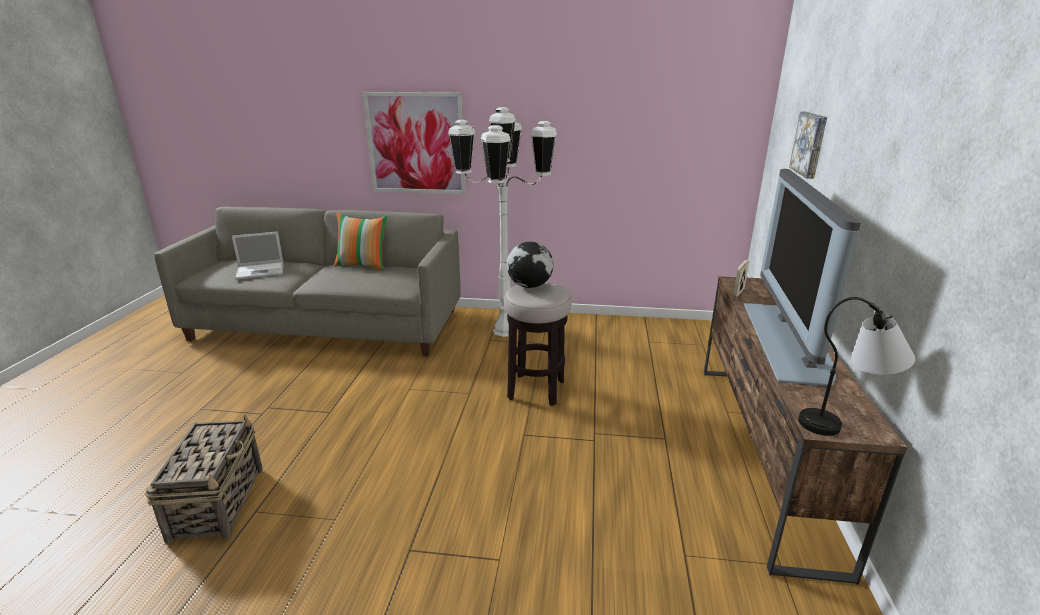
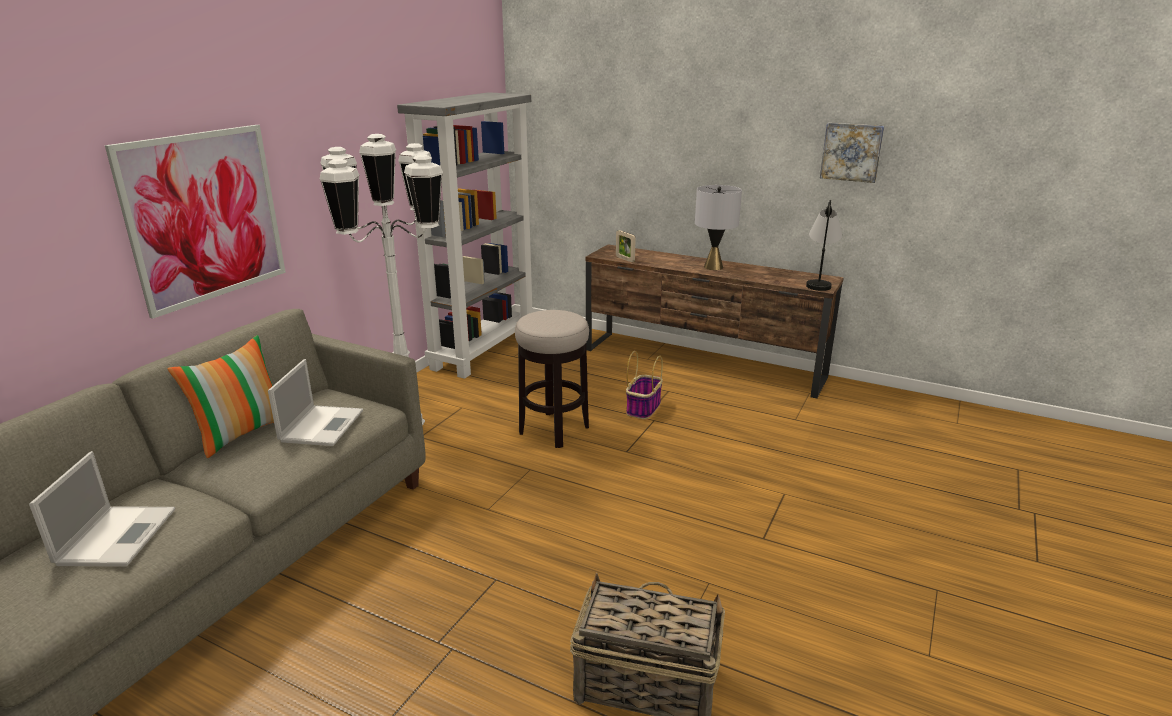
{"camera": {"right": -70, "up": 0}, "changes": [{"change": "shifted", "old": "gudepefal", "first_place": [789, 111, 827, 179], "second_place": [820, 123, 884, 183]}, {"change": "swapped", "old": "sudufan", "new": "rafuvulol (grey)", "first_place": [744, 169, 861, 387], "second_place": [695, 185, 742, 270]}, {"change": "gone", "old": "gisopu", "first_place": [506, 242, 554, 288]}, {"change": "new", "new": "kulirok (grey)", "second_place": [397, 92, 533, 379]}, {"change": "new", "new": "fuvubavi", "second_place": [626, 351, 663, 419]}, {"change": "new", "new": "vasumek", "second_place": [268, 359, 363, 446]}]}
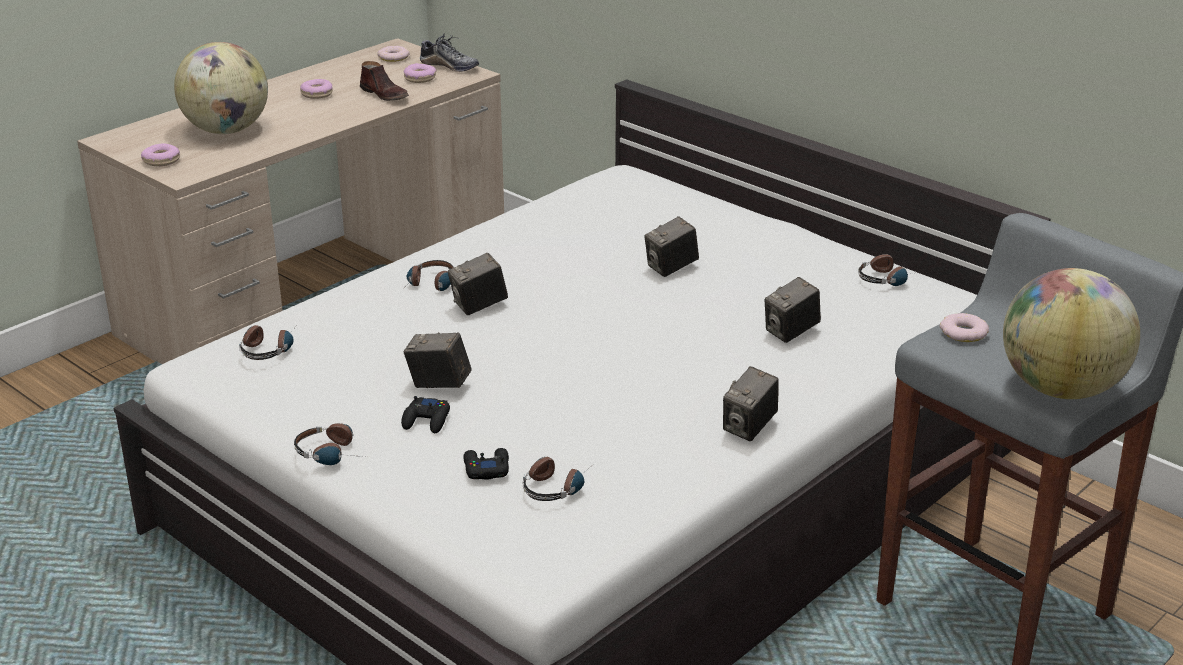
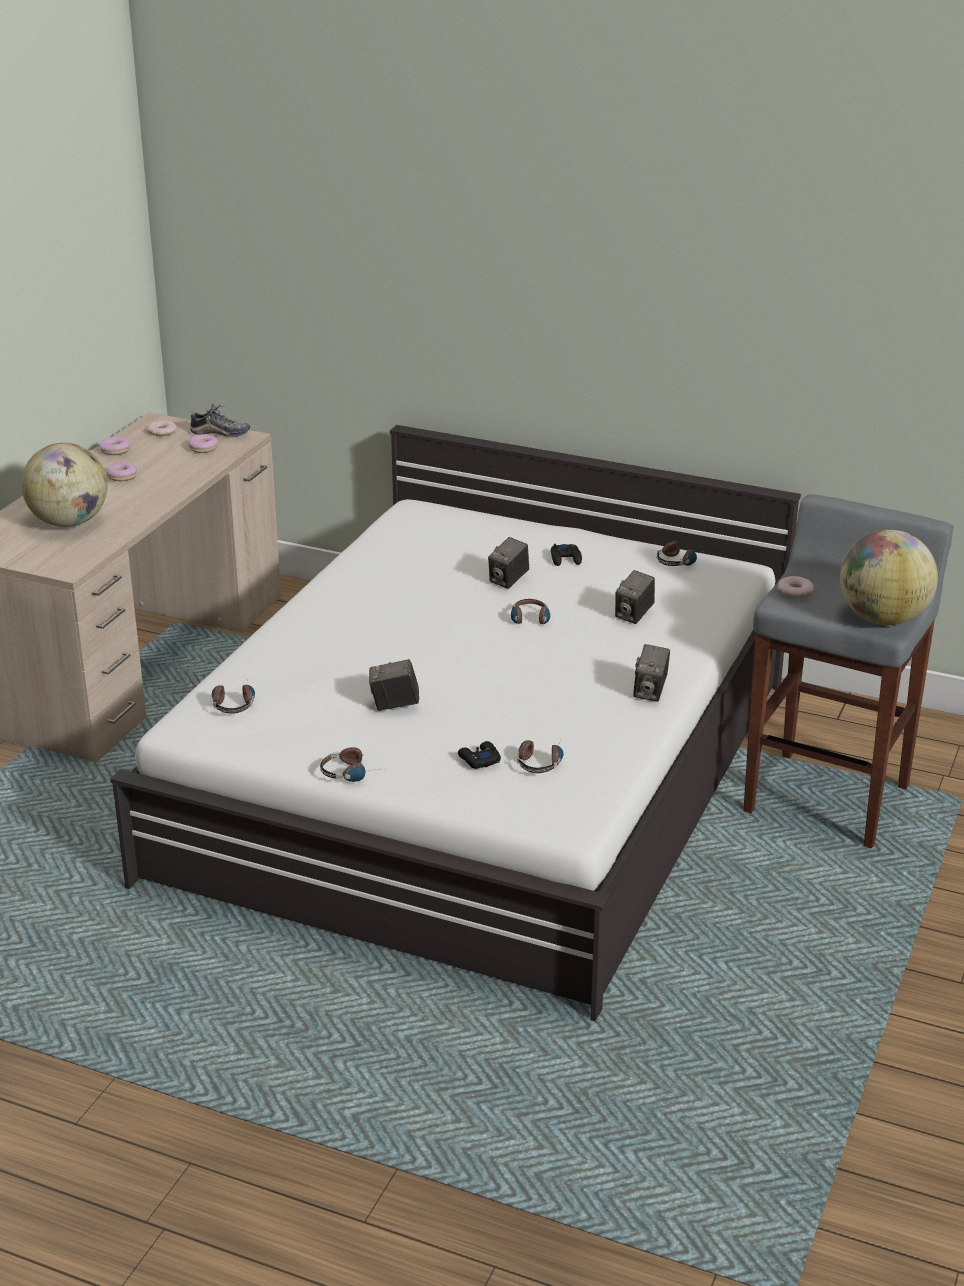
{"camera": {"right": -20, "up": 0}, "changes": [{"change": "gone", "old": "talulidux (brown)", "first_place": [360, 61, 409, 101]}, {"change": "shifted", "old": "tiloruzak", "first_place": [141, 143, 180, 166], "second_place": [99, 437, 130, 455]}, {"change": "gone", "old": "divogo", "first_place": [448, 253, 508, 315]}, {"change": "shifted", "old": "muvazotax", "first_place": [402, 260, 454, 291], "second_place": [511, 599, 550, 626]}, {"change": "shifted", "old": "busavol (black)", "first_place": [401, 396, 450, 433], "second_place": [551, 544, 582, 566]}]}
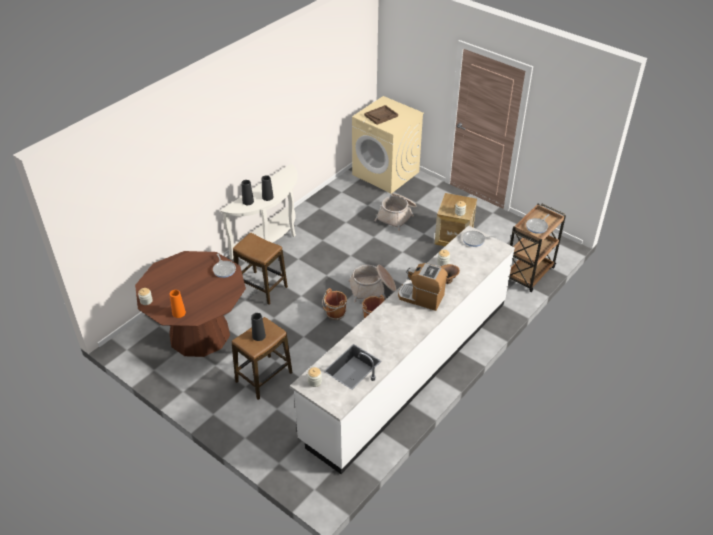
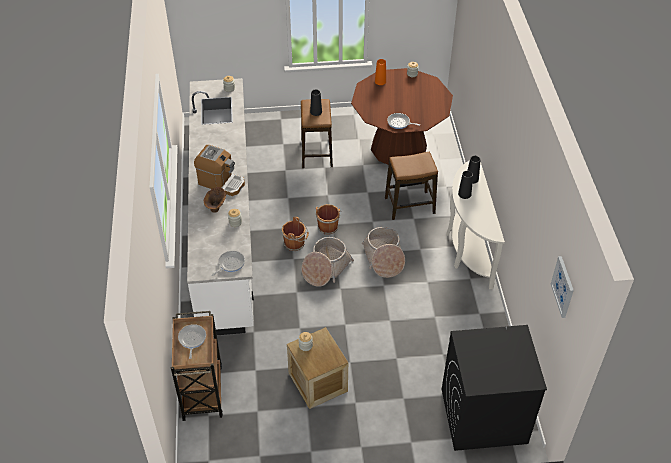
{"camera": {"right": 135, "up": 5}, "changes": [{"change": "repainted", "old": "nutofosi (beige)", "new": "nutofosi (black)", "first_place": [352, 96, 424, 194], "second_place": [442, 325, 547, 451]}, {"change": "gone", "old": "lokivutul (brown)", "first_place": [364, 105, 398, 125]}, {"change": "shifted", "old": "fuvubavi", "first_place": [375, 193, 416, 231], "second_place": [362, 227, 405, 278]}, {"change": "rotated", "old": "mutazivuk", "first_place": [398, 263, 448, 311], "second_place": [194, 145, 245, 196], "degrees": 45}, {"change": "new", "new": "gudepefal", "second_place": [551, 256, 574, 318]}]}
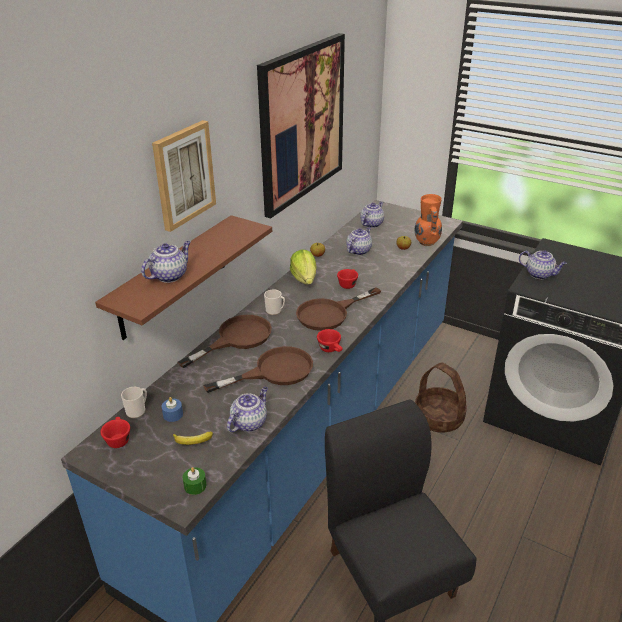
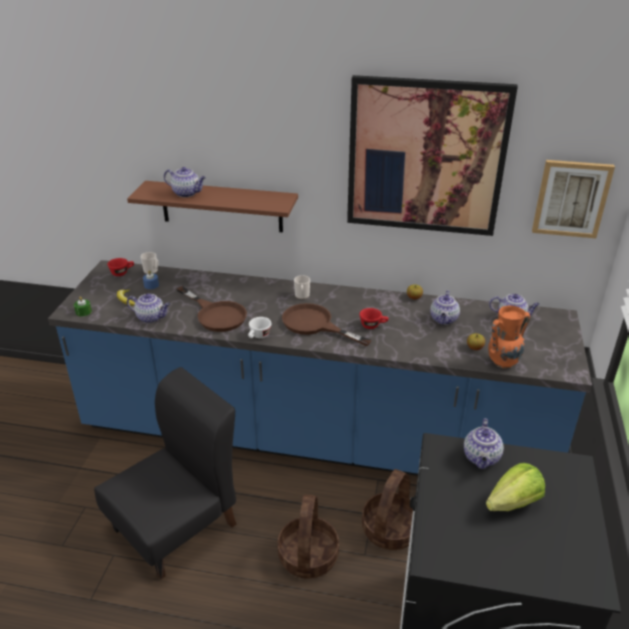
{"camera": {"right": 70, "up": 0}, "changes": [{"change": "shifted", "old": "gudepefal", "first_place": [152, 120, 216, 232], "second_place": [532, 160, 615, 238]}, {"change": "rotated", "old": "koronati", "first_place": [346, 227, 372, 255], "second_place": [430, 291, 460, 325], "degrees": 90}, {"change": "shifted", "old": "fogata", "first_place": [290, 249, 317, 284], "second_place": [486, 463, 545, 511]}, {"change": "gone", "old": "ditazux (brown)", "first_place": [178, 315, 272, 368]}, {"change": "repainted", "old": "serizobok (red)", "new": "serizobok (white)", "first_place": [317, 329, 342, 352], "second_place": [248, 317, 271, 338]}, {"change": "new", "new": "fuvubavi", "second_place": [277, 495, 339, 579]}]}
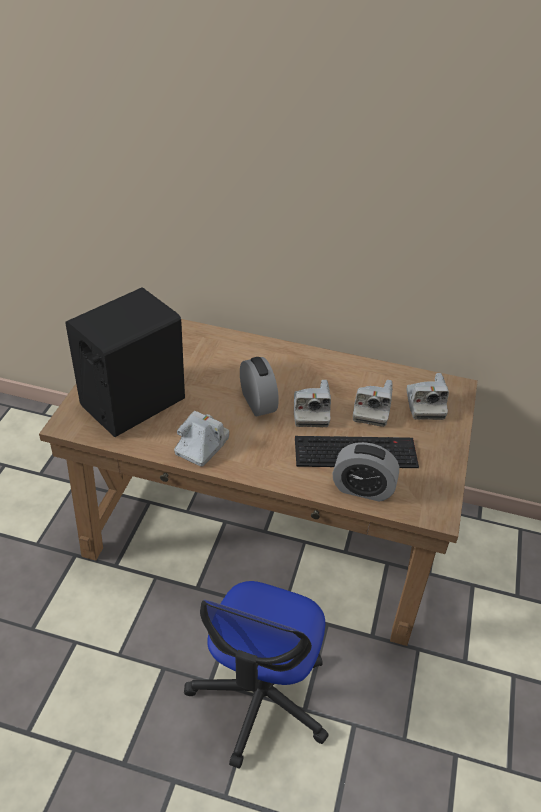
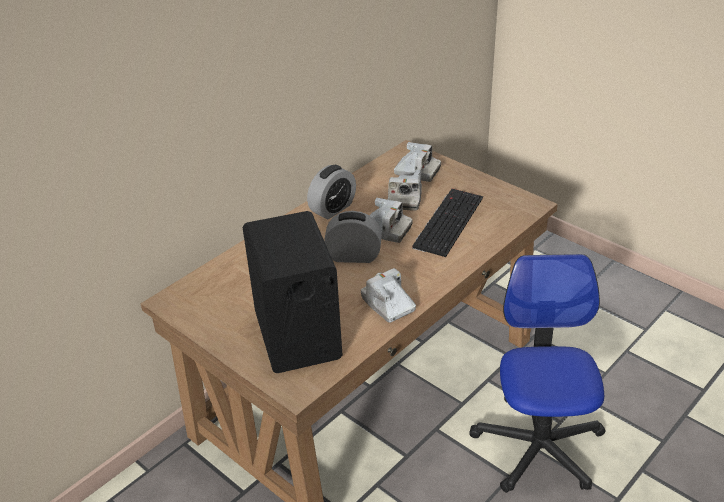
{"camera": {"right": -60, "up": -5}, "changes": [{"change": "rotated", "old": "divogo", "first_place": [353, 380, 393, 427], "second_place": [388, 170, 422, 211], "degrees": 60}, {"change": "shifted", "old": "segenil", "first_place": [333, 442, 399, 502], "second_place": [307, 165, 356, 219]}, {"change": "rotated", "old": "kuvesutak", "first_place": [184, 581, 329, 769], "second_place": [469, 254, 606, 493], "degrees": -135}]}
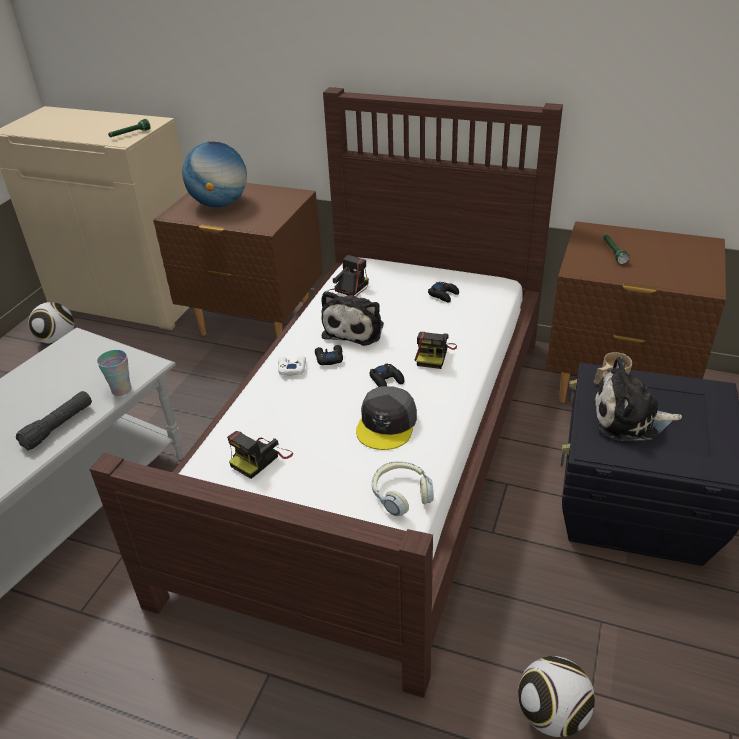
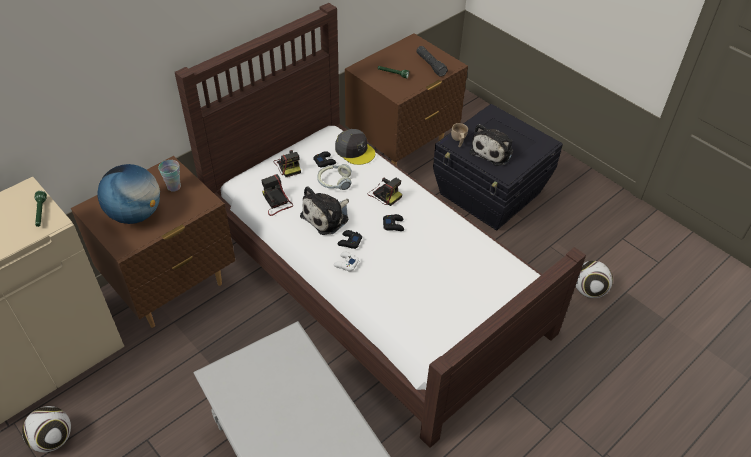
{"camera": {"right": -65, "up": 10}, "changes": [{"change": "rotated", "old": "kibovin", "first_place": [321, 291, 384, 346], "second_place": [300, 186, 349, 235], "degrees": 90}, {"change": "shifted", "old": "serizobok", "first_place": [97, 350, 132, 396], "second_place": [159, 160, 181, 192]}, {"change": "shifted", "old": "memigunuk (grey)", "first_place": [356, 386, 417, 450], "second_place": [335, 129, 375, 165]}, {"change": "shifted", "old": "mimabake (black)", "first_place": [16, 391, 92, 450], "second_place": [416, 46, 448, 77]}, {"change": "shifted", "old": "divogo", "first_place": [227, 431, 293, 479], "second_place": [274, 150, 301, 177]}, {"change": "shifted", "old": "muvazotax", "first_place": [371, 461, 434, 516], "second_place": [317, 164, 352, 190]}]}
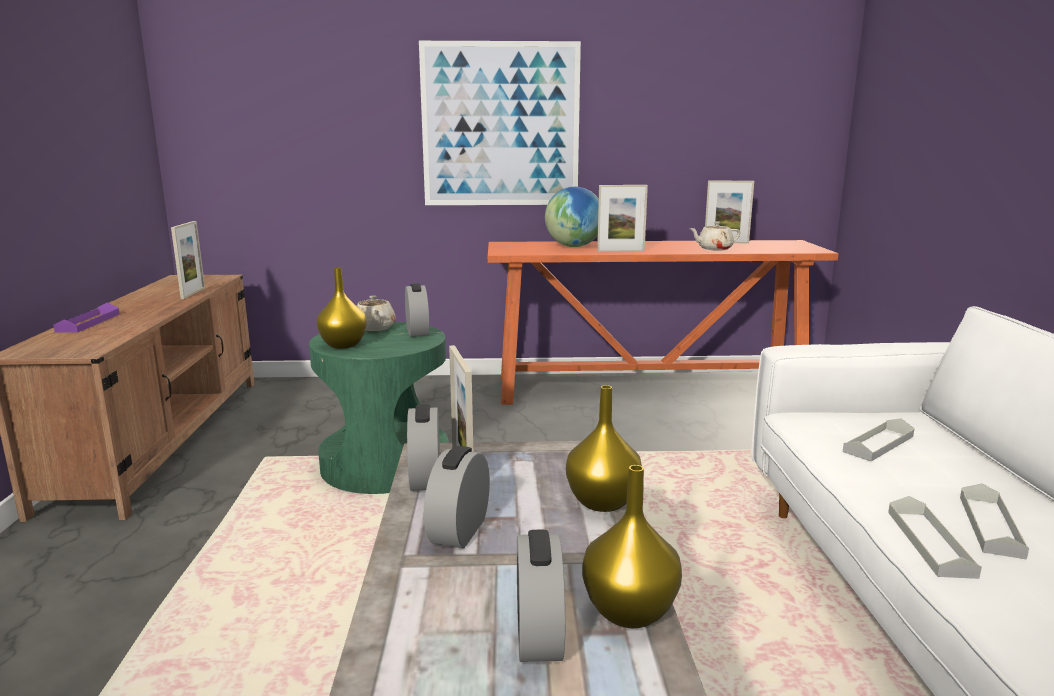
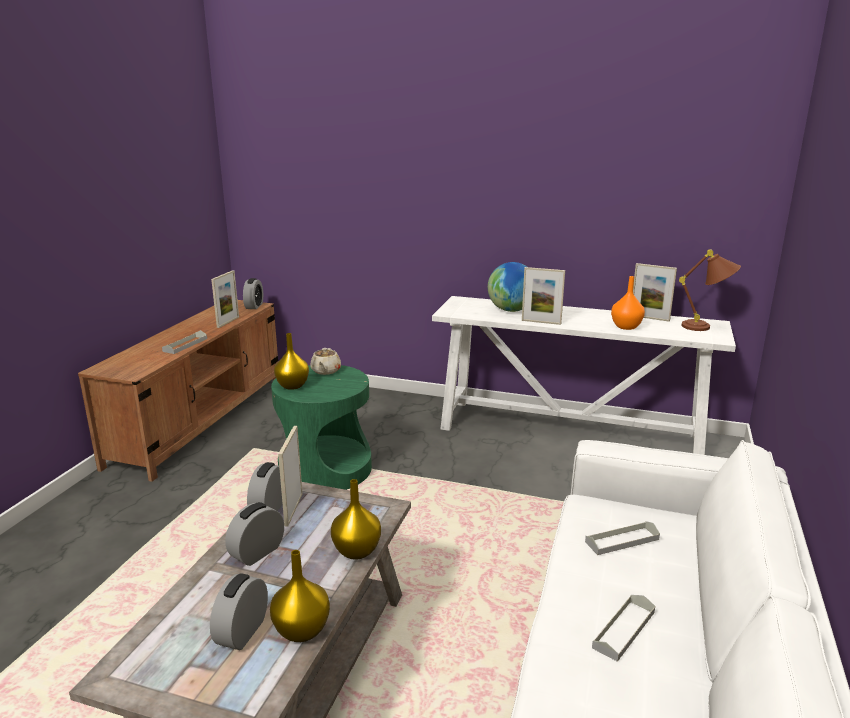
{"camera": {"right": 20, "up": 5}, "changes": [{"change": "gone", "old": "gudepefal", "first_place": [419, 41, 581, 205]}, {"change": "swapped", "old": "koronati (beige)", "new": "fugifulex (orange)", "first_place": [689, 221, 741, 251], "second_place": [611, 276, 645, 330]}, {"change": "repainted", "old": "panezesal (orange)", "new": "panezesal (white)", "first_place": [488, 240, 838, 405], "second_place": [432, 296, 736, 455]}, {"change": "shifted", "old": "segenil", "first_place": [405, 283, 429, 337], "second_place": [243, 278, 263, 309]}, {"change": "gone", "old": "lokivutul (purple)", "first_place": [53, 303, 120, 333]}, {"change": "shifted", "old": "lokivutul (grey)", "first_place": [888, 496, 982, 579], "second_place": [162, 330, 207, 354]}, {"change": "new", "new": "rafuvulol (brown)", "second_place": [679, 249, 741, 331]}]}
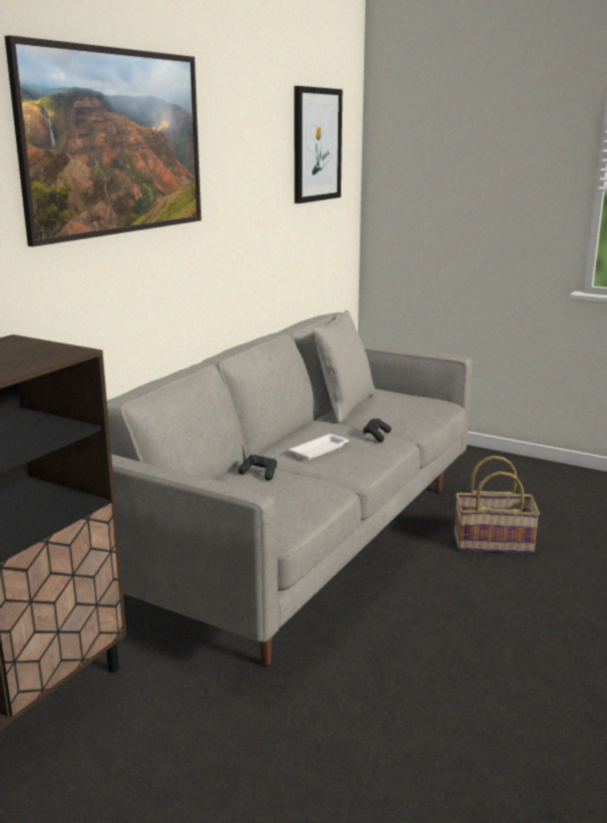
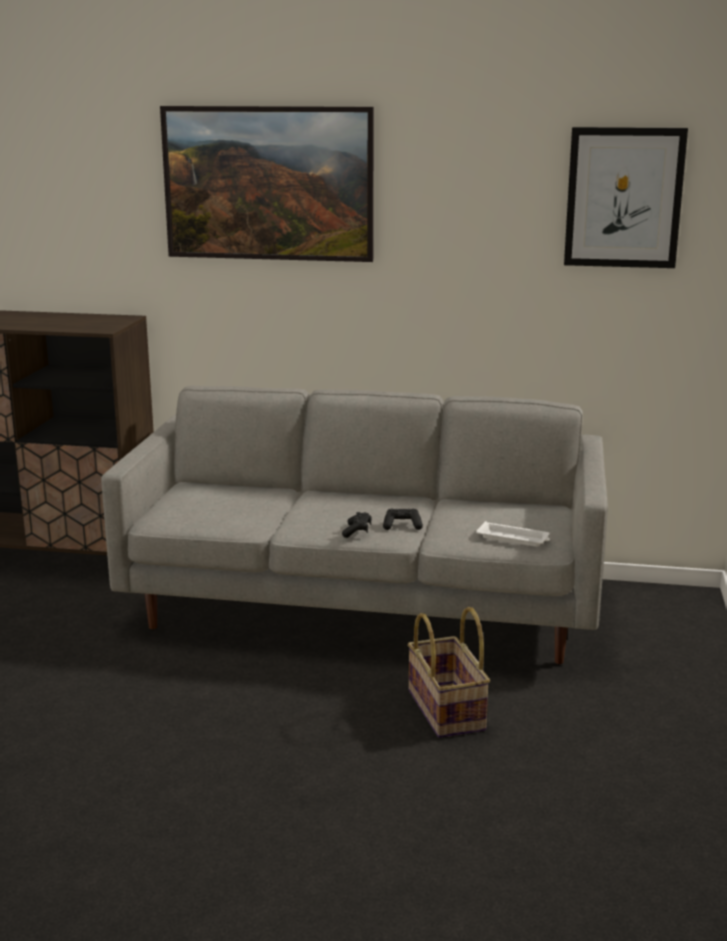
{"camera": {"right": 70, "up": 0}, "changes": [{"change": "gone", "old": "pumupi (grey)", "first_place": [313, 310, 375, 423]}, {"change": "shifted", "old": "lokivutul (white)", "first_place": [289, 434, 349, 460], "second_place": [476, 521, 550, 547]}, {"change": "shifted", "old": "busavol (black)", "first_place": [238, 455, 277, 480], "second_place": [342, 512, 372, 538]}]}
